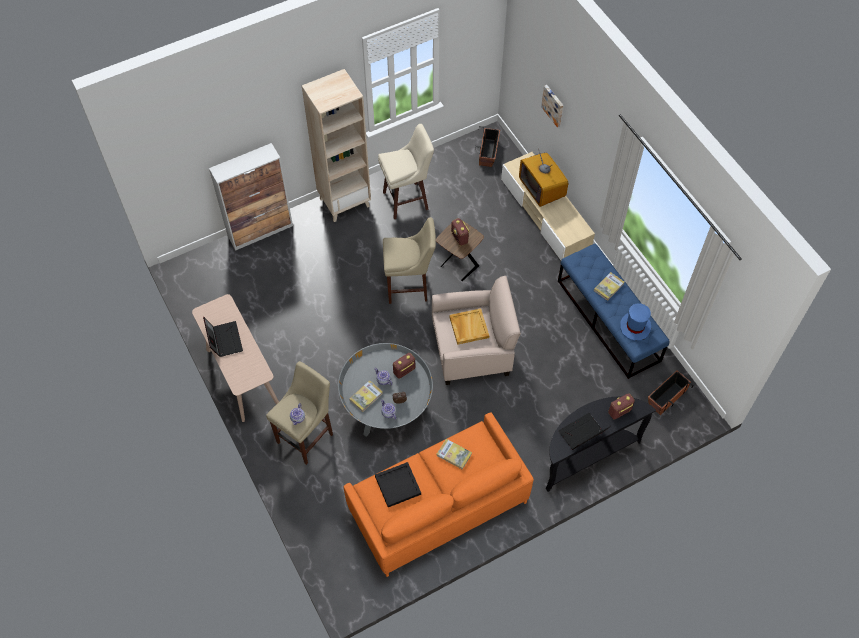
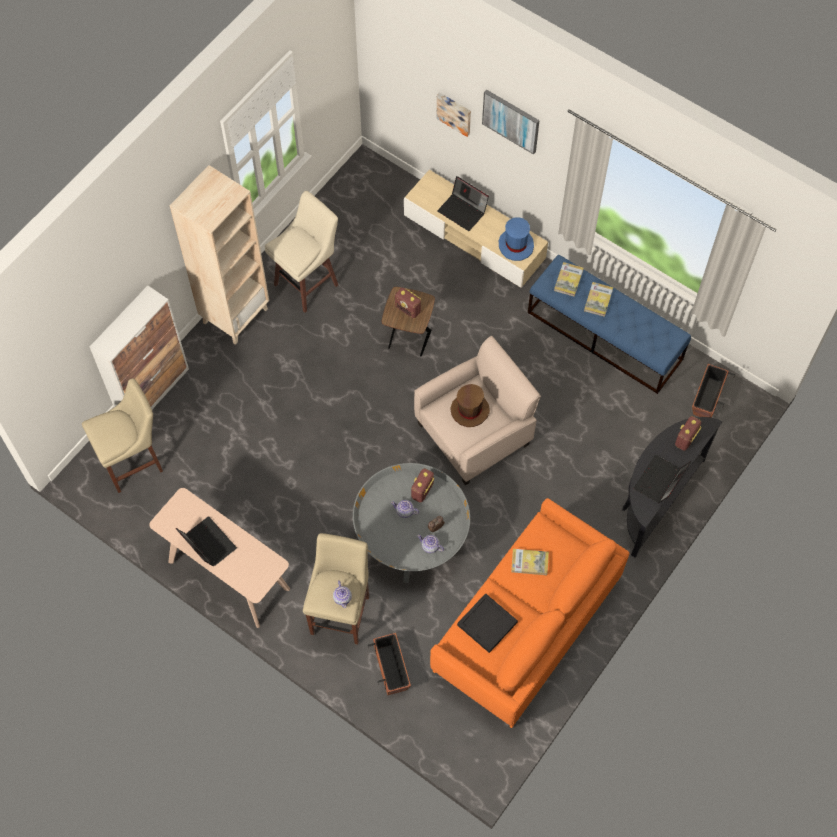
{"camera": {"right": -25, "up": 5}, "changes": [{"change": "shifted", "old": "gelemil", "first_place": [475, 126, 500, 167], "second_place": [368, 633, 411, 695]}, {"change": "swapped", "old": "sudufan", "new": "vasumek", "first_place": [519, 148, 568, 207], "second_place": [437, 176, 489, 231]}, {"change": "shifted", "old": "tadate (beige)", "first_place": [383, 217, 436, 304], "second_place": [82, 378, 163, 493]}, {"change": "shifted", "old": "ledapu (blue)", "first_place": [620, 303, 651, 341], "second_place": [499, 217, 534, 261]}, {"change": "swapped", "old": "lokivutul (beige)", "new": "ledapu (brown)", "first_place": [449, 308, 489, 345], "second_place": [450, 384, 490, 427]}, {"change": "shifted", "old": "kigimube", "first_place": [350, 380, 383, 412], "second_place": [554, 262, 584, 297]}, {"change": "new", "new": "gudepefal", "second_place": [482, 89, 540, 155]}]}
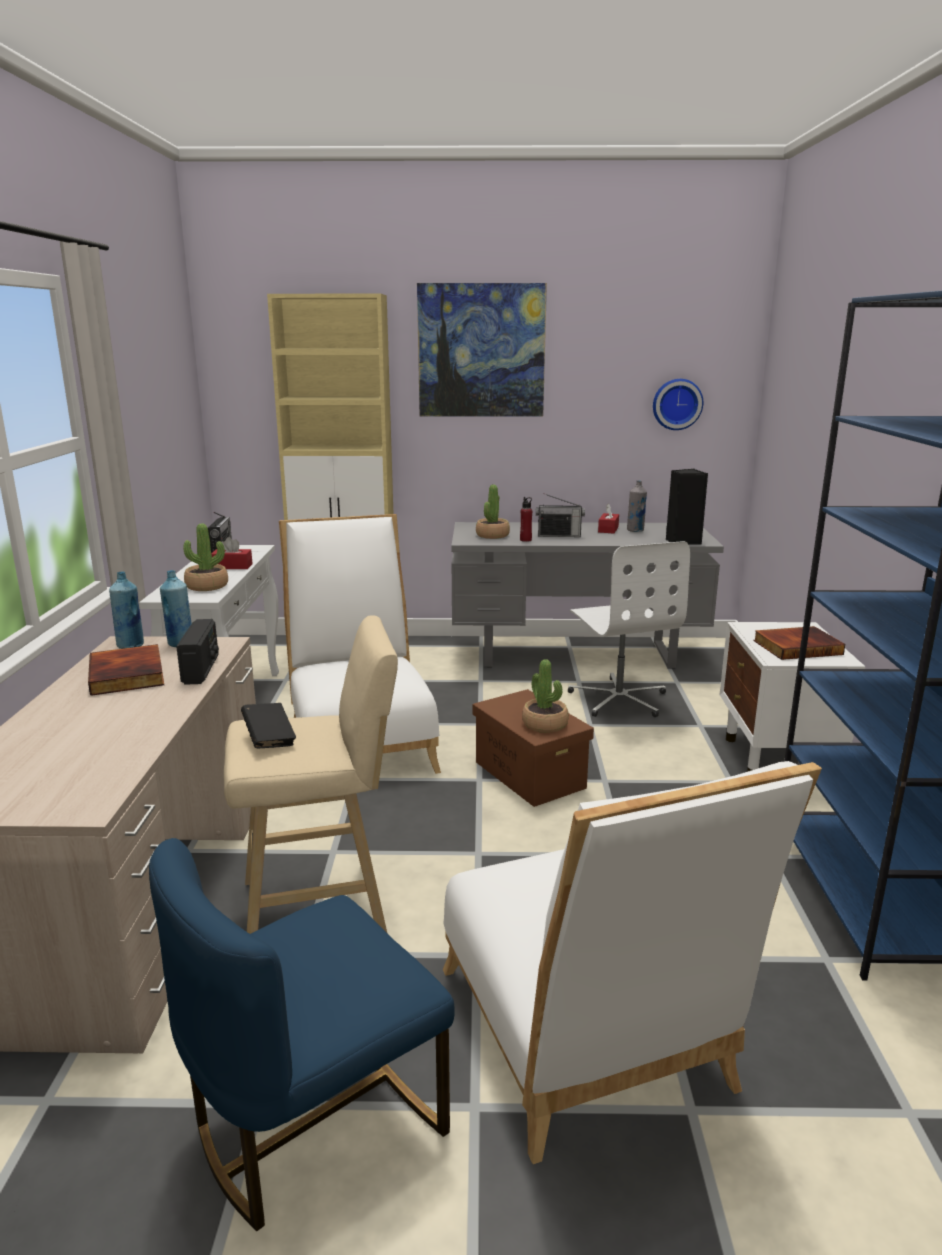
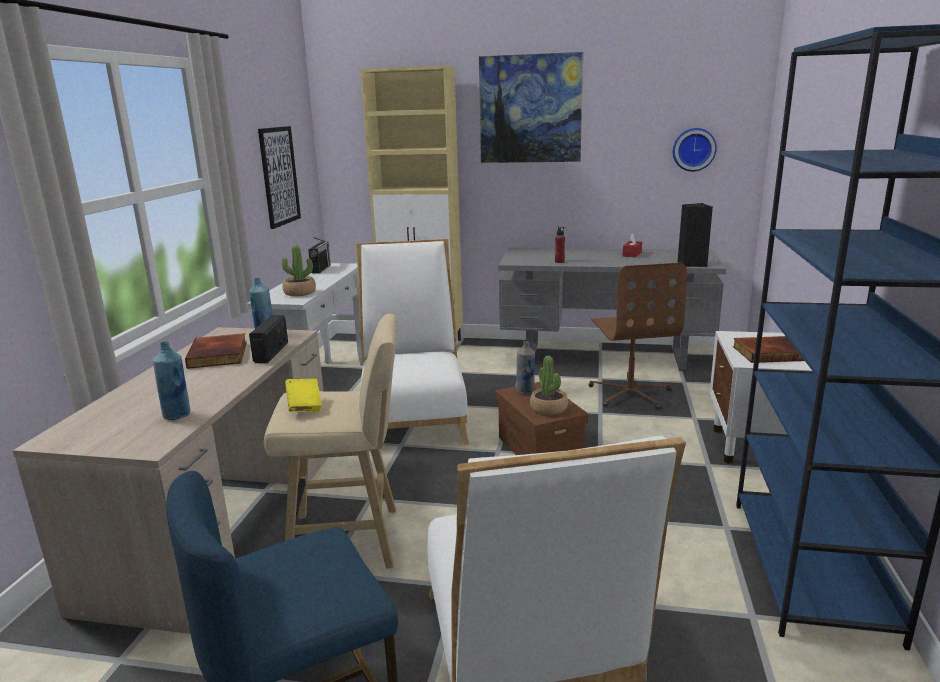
{"camera": {"right": 10, "up": 0}, "changes": [{"change": "shifted", "old": "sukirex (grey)", "first_place": [627, 481, 647, 532], "second_place": [516, 341, 535, 394]}, {"change": "gone", "old": "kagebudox", "first_place": [476, 485, 510, 539]}, {"change": "gone", "old": "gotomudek", "first_place": [536, 494, 585, 537]}, {"change": "gone", "old": "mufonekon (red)", "first_place": [211, 537, 253, 569]}, {"change": "repainted", "old": "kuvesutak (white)", "new": "kuvesutak (brown)", "first_place": [568, 541, 690, 717], "second_place": [589, 263, 687, 409]}, {"change": "shifted", "old": "sukirex (blue)", "first_place": [109, 571, 144, 649], "second_place": [153, 341, 190, 420]}, {"change": "repainted", "old": "kigimube (black)", "new": "kigimube (yellow)", "first_place": [241, 703, 296, 748], "second_place": [285, 379, 322, 412]}, {"change": "new", "new": "gudepefal", "second_place": [258, 126, 301, 229]}]}
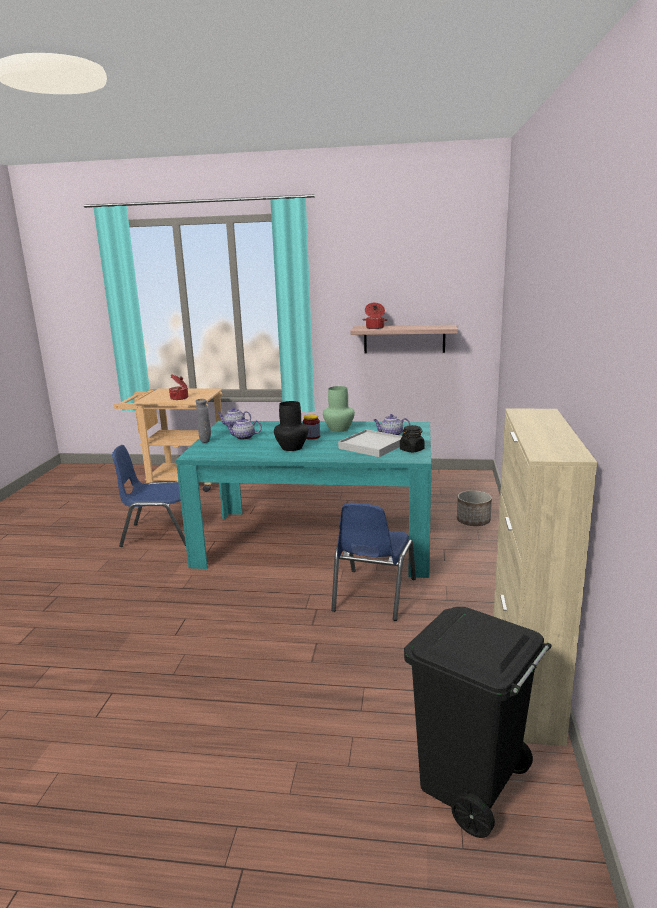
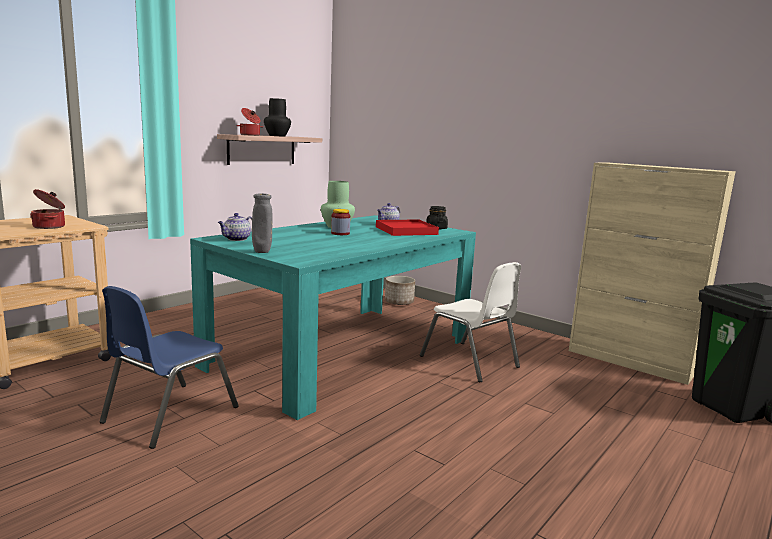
{"camera": {"right": -60, "up": -5}, "changes": [{"change": "shifted", "old": "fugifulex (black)", "first_place": [274, 401, 308, 451], "second_place": [264, 98, 291, 137]}, {"change": "gone", "old": "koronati", "first_place": [225, 417, 262, 440]}, {"change": "repainted", "old": "lokivutul (white)", "new": "lokivutul (red)", "first_place": [338, 429, 402, 457], "second_place": [376, 220, 439, 236]}, {"change": "repainted", "old": "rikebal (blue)", "new": "rikebal (white)", "first_place": [331, 503, 416, 621], "second_place": [420, 262, 522, 382]}]}
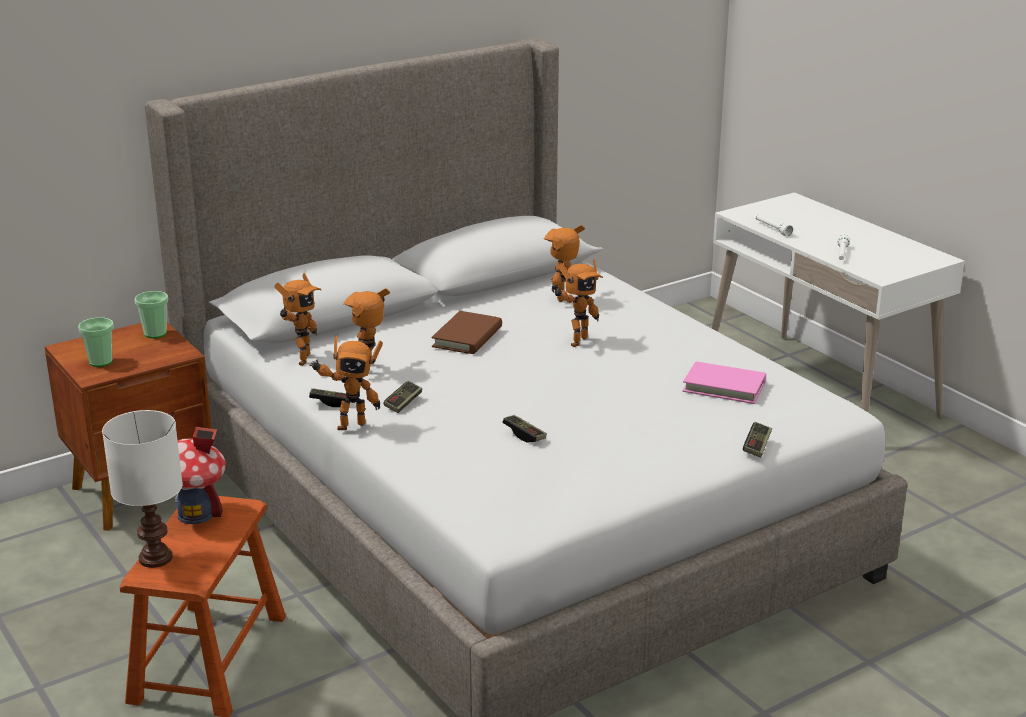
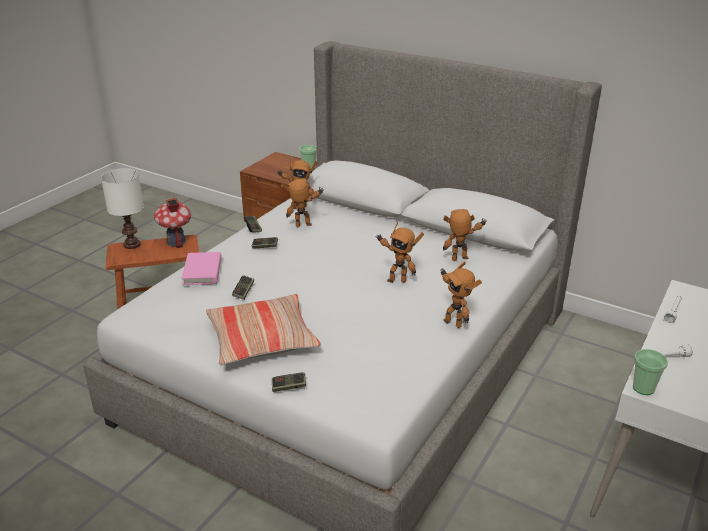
{"camera": {"right": 65, "up": 5}, "changes": [{"change": "gone", "old": "kigimube (brown)", "first_place": [431, 311, 502, 354]}, {"change": "shifted", "old": "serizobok", "first_place": [78, 317, 114, 367], "second_place": [633, 349, 668, 395]}, {"change": "shifted", "old": "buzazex", "first_place": [310, 336, 383, 430], "second_place": [440, 261, 482, 328]}, {"change": "shifted", "old": "kigimube (pink)", "first_place": [683, 361, 766, 404], "second_place": [182, 252, 222, 285]}, {"change": "new", "new": "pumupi", "second_place": [206, 294, 321, 365]}]}
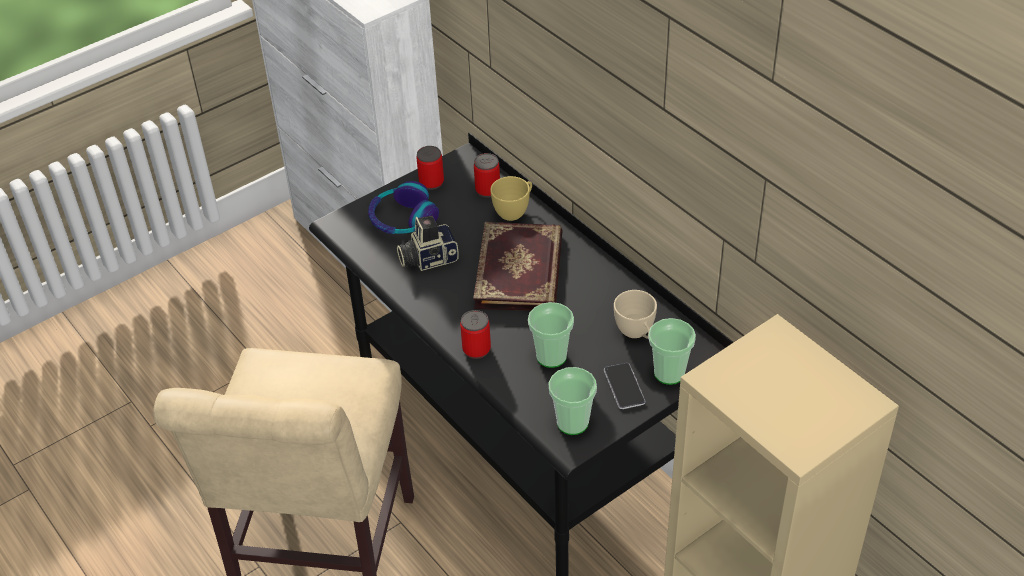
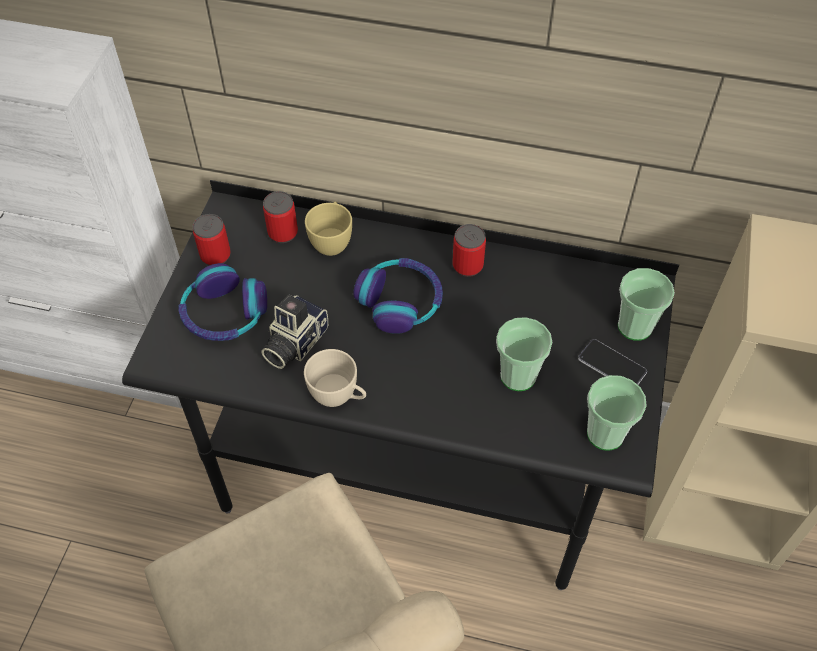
{"camera": {"right": -40, "up": 10}, "changes": [{"change": "swapped", "old": "kigimube", "new": "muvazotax", "first_place": [473, 222, 563, 311], "second_place": [353, 258, 443, 334]}, {"change": "shifted", "old": "serizobok (beige)", "first_place": [614, 290, 657, 339], "second_place": [304, 349, 366, 407]}, {"change": "shifted", "old": "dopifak", "first_place": [460, 310, 491, 359], "second_place": [452, 224, 486, 277]}]}
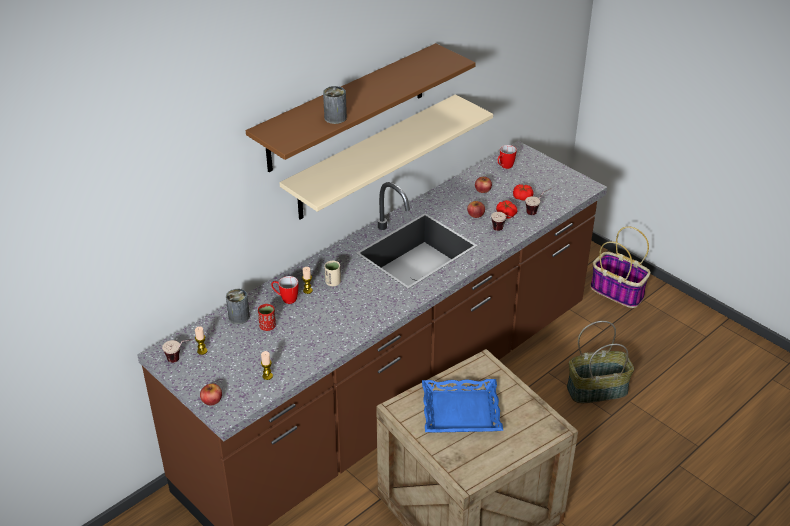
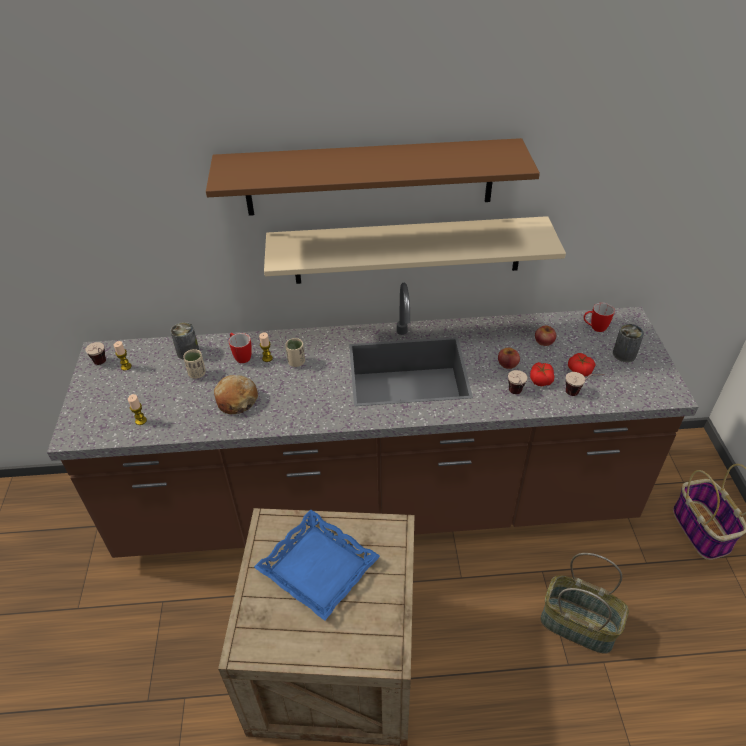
{"camera": {"right": 40, "up": 5}, "changes": [{"change": "shifted", "old": "dopifak", "first_place": [323, 86, 347, 124], "second_place": [613, 324, 644, 362]}, {"change": "repainted", "old": "serizobok (red)", "new": "serizobok (beige)", "first_place": [258, 304, 276, 331], "second_place": [183, 349, 206, 379]}, {"change": "gone", "old": "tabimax", "first_place": [200, 384, 222, 405]}, {"change": "new", "new": "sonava", "second_place": [214, 375, 258, 414]}]}
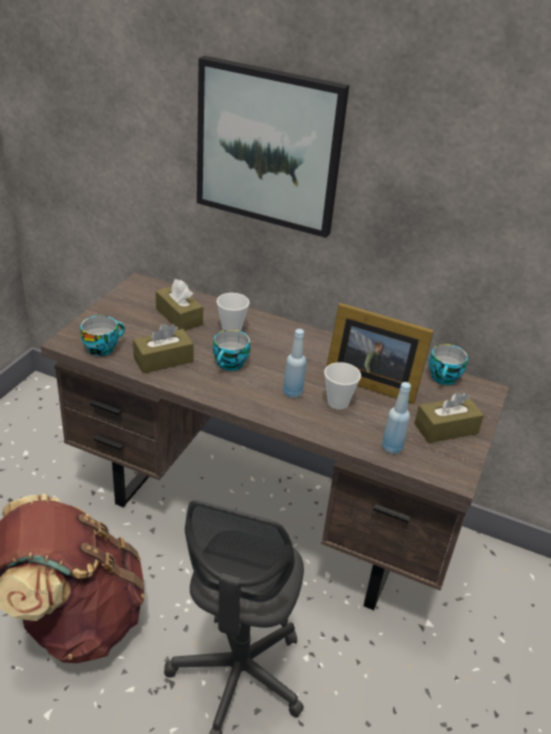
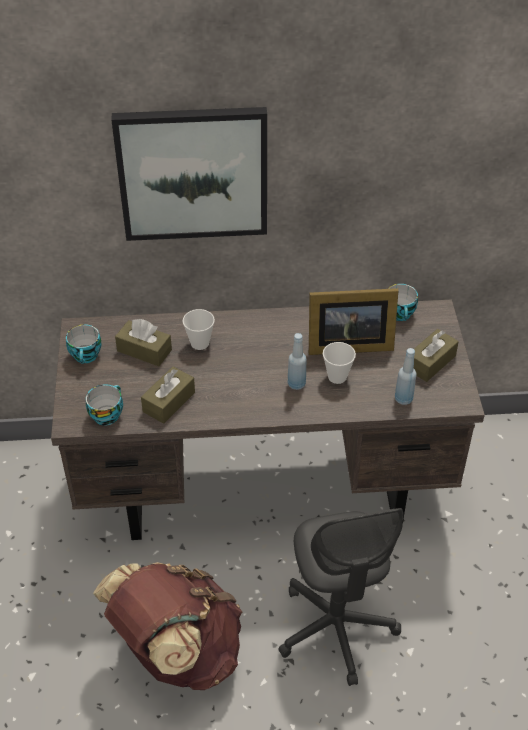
{"camera": {"right": -25, "up": 10}, "changes": [{"change": "shifted", "old": "serizobok", "first_place": [213, 330, 250, 371], "second_place": [66, 324, 102, 364]}]}
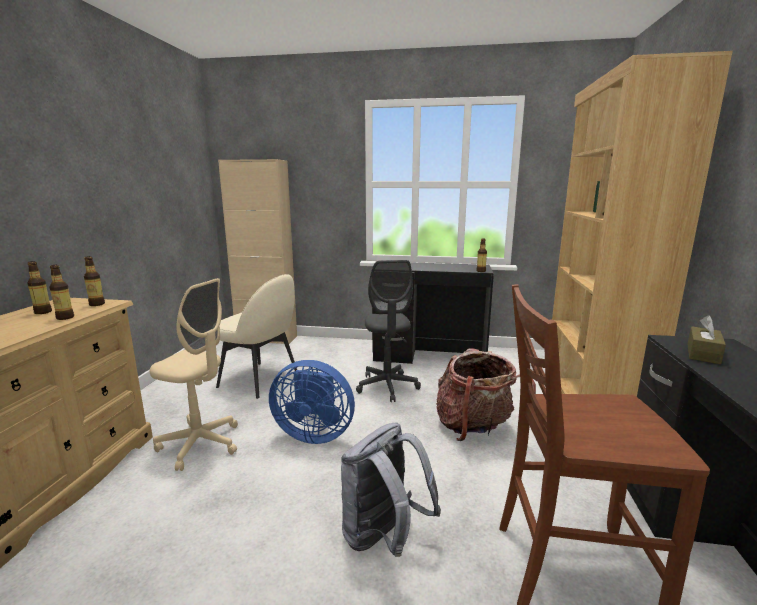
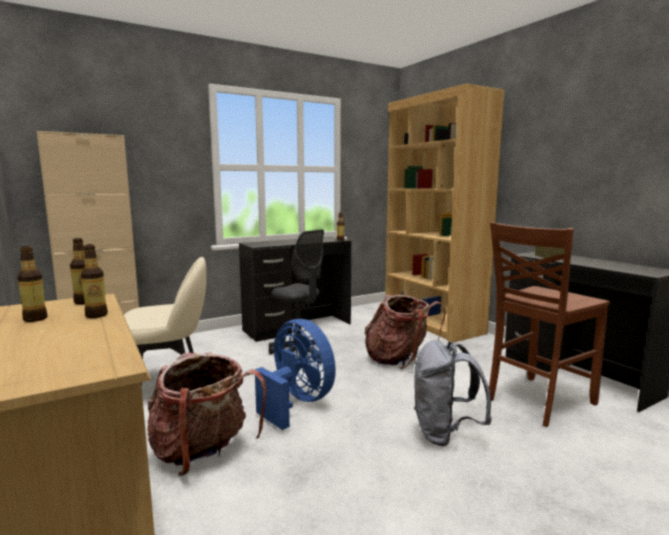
{"camera": {"right": -40, "up": -5}, "changes": [{"change": "swapped", "old": "kuvesutak (beige)", "new": "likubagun", "first_place": [150, 278, 238, 471], "second_place": [147, 352, 267, 476]}, {"change": "rotated", "old": "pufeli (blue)", "first_place": [269, 360, 355, 444], "second_place": [255, 319, 336, 430], "degrees": -105}]}
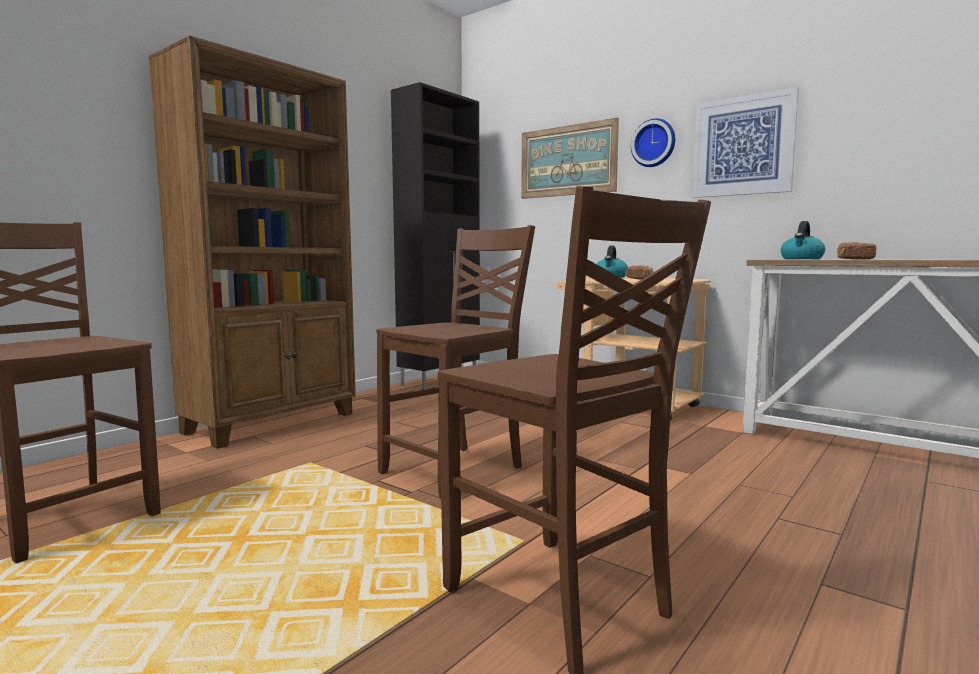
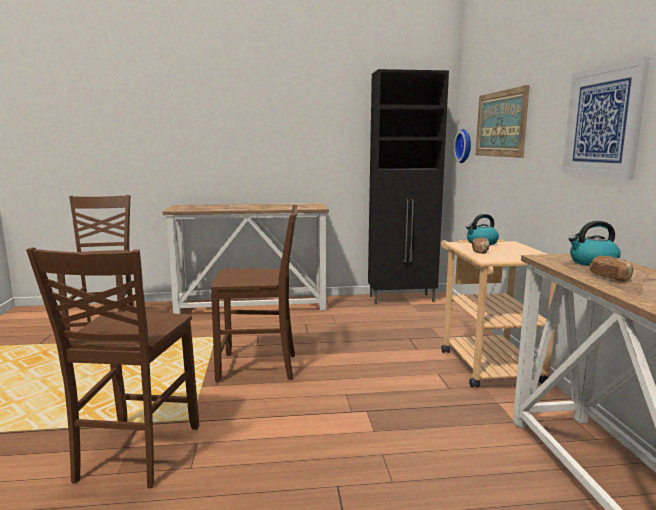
{"camera": {"right": 45, "up": 5}, "changes": [{"change": "swapped", "old": "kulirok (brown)", "new": "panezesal", "first_place": [148, 35, 356, 449], "second_place": [162, 203, 329, 314]}, {"change": "shifted", "old": "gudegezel", "first_place": [631, 118, 675, 167], "second_place": [454, 129, 471, 163]}]}
